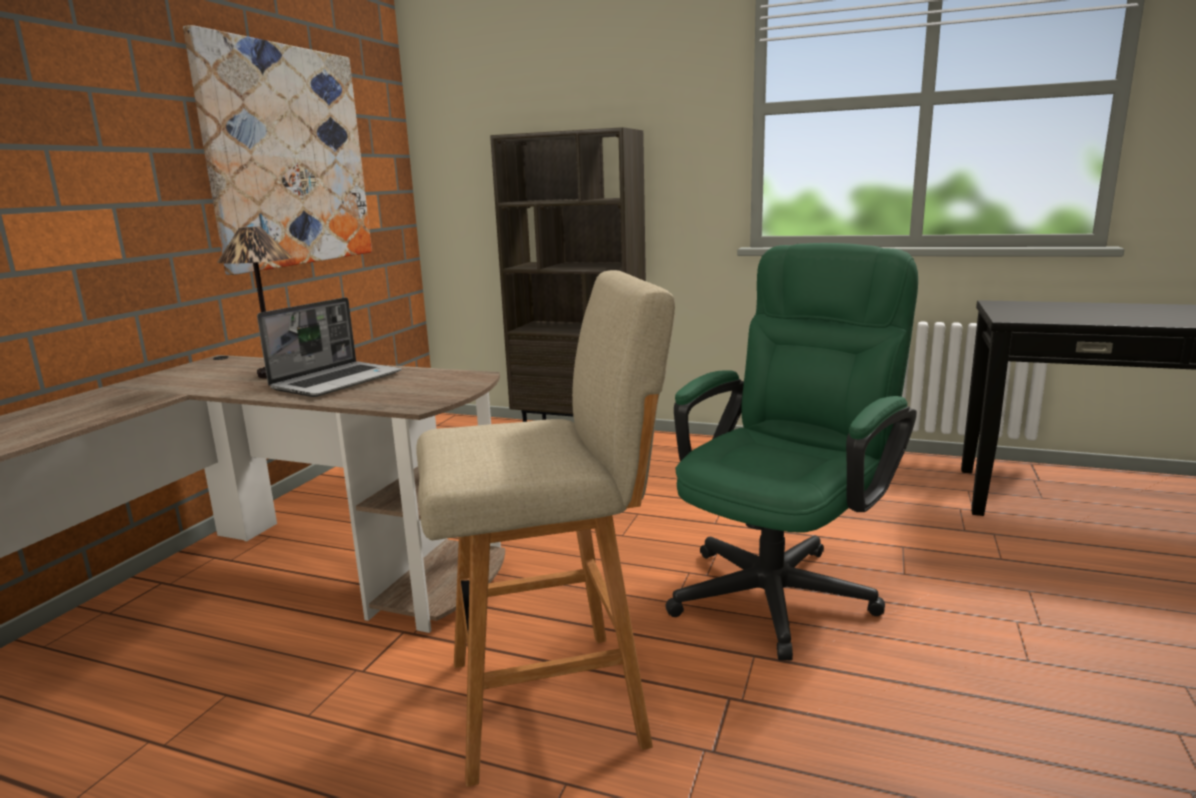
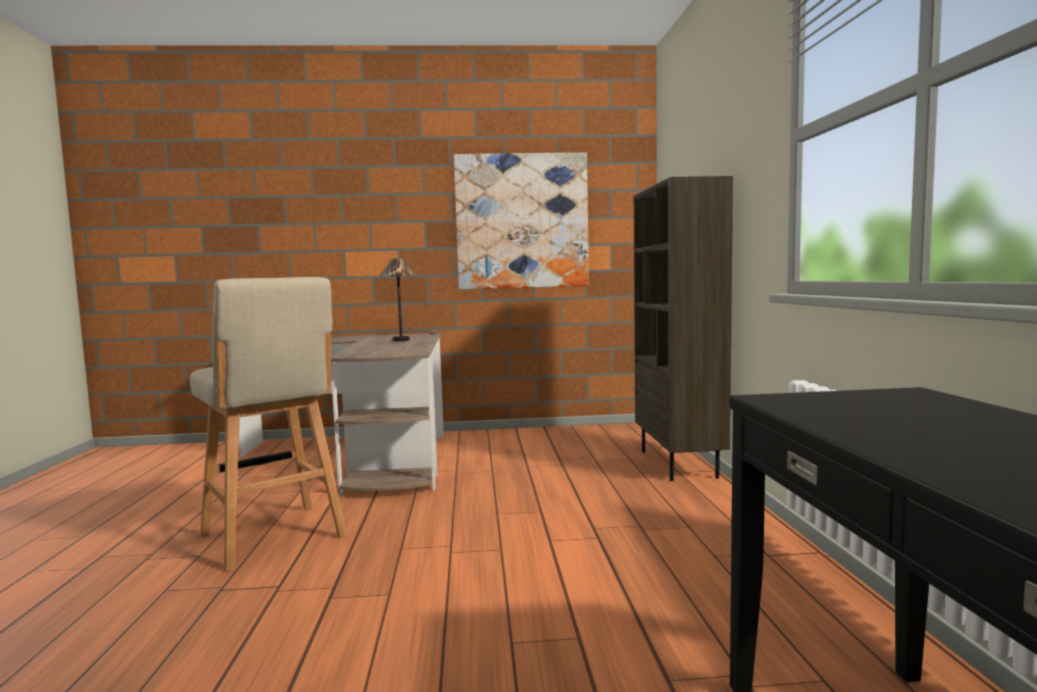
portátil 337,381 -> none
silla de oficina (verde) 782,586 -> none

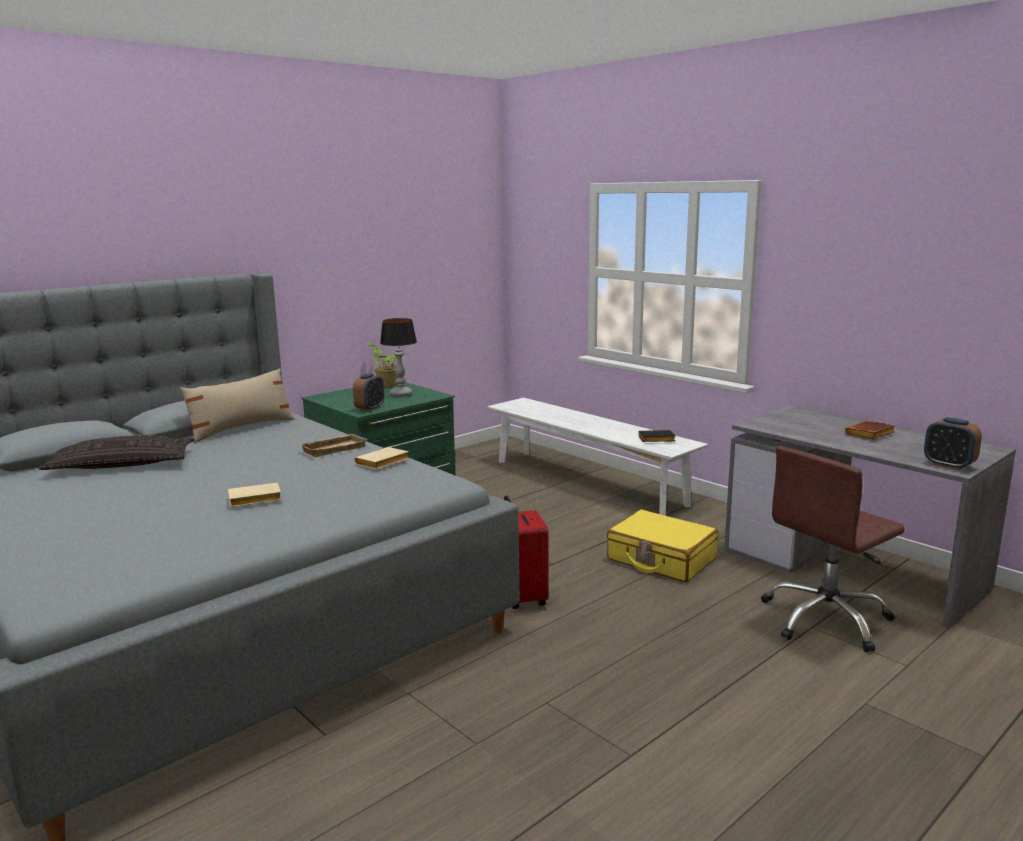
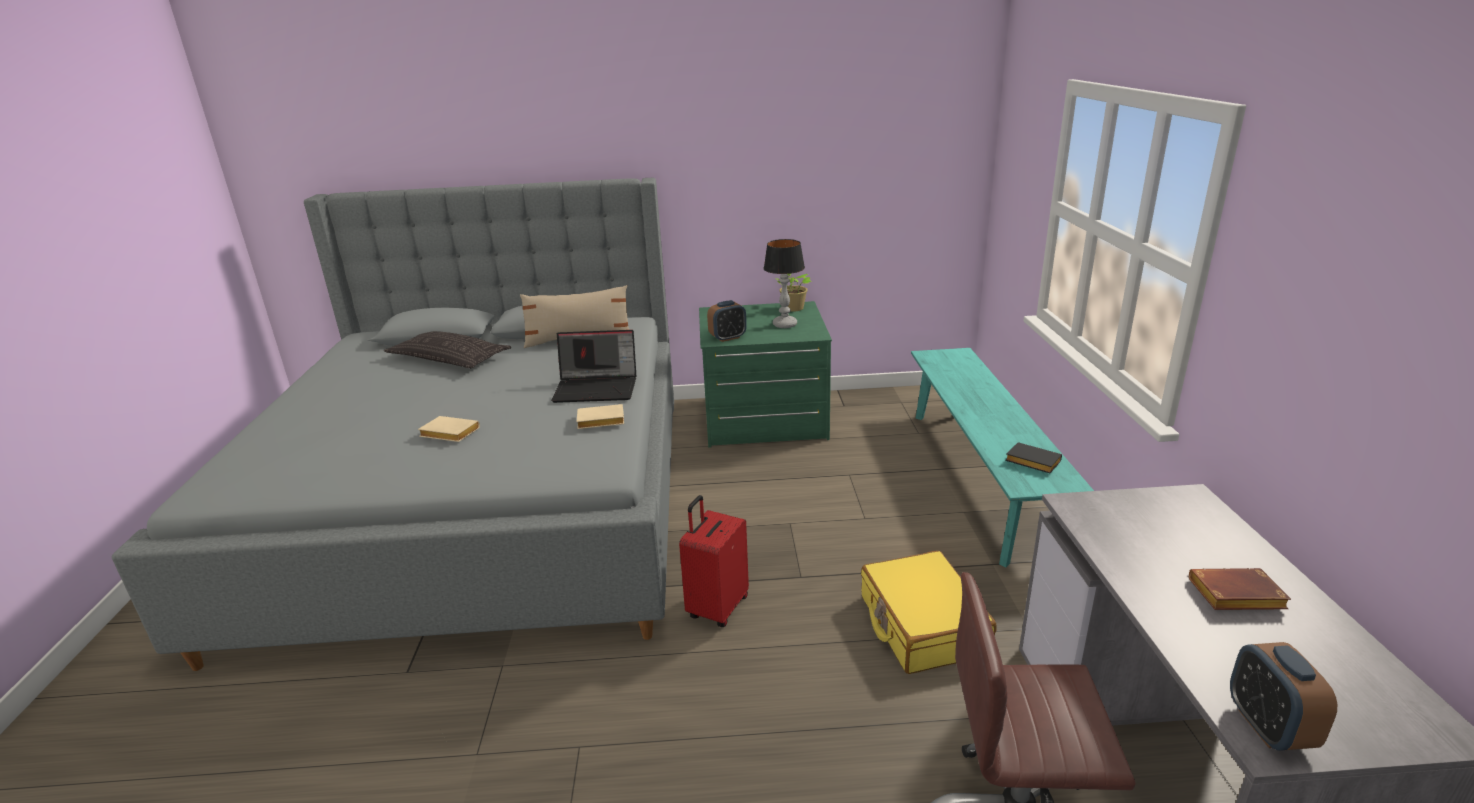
bandeja (beis) 333,448 -> portátil 597,388
banco (blanco) 587,482 -> banco (turquesa) 979,478

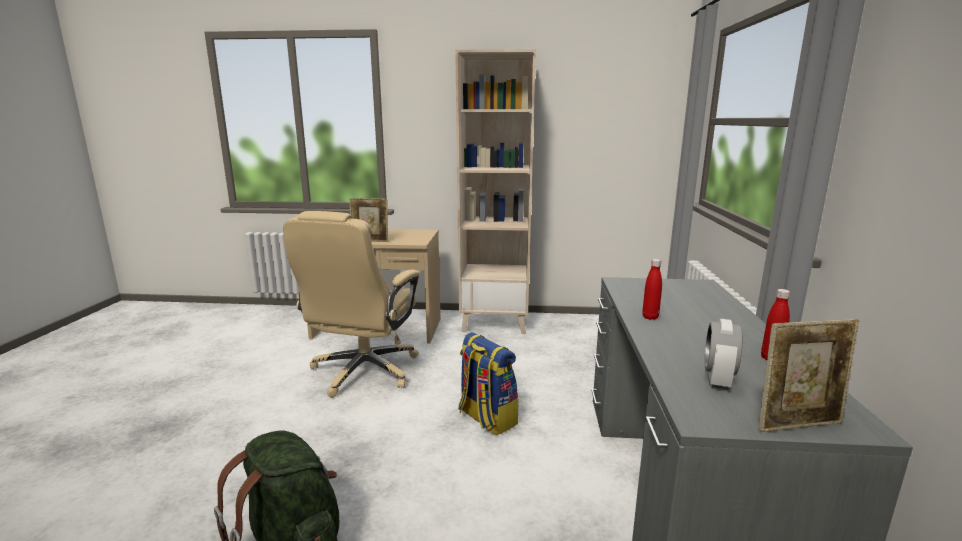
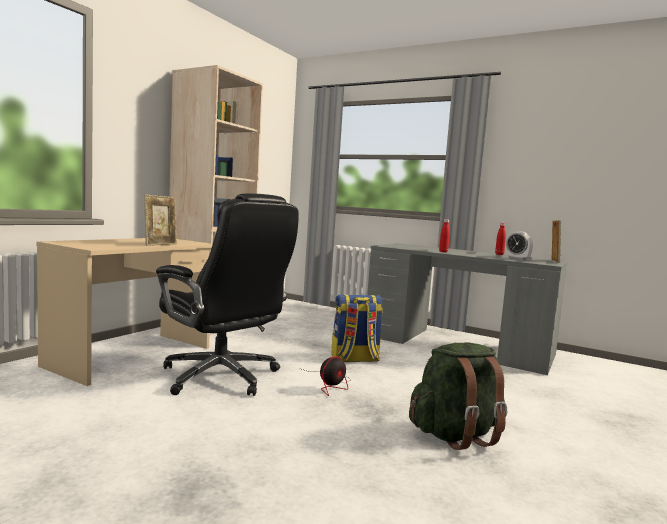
silla de oficina (beis) 363,371 -> silla de oficina (negro) 222,377
none -> ventilador 331,385

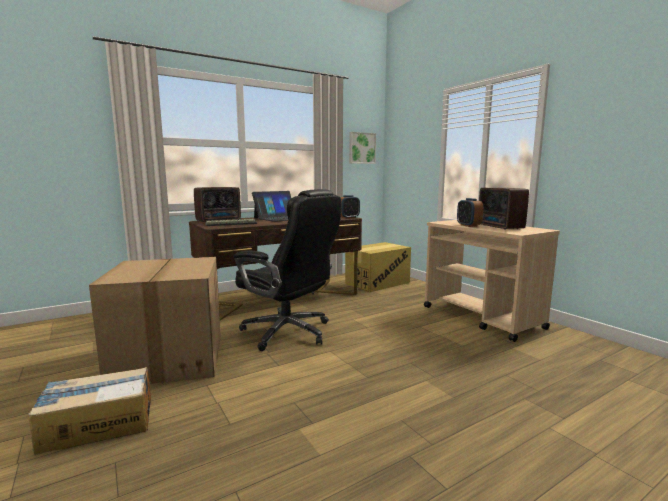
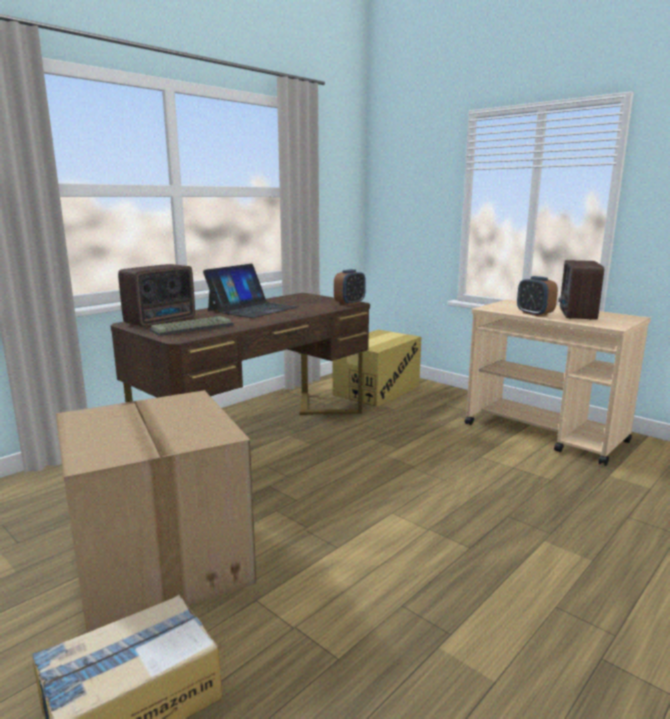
silla de oficina (negro) 288,332 -> none
cuadro 361,148 -> none
radio 500,227 -> radio 576,315, 45 degrees clockwise

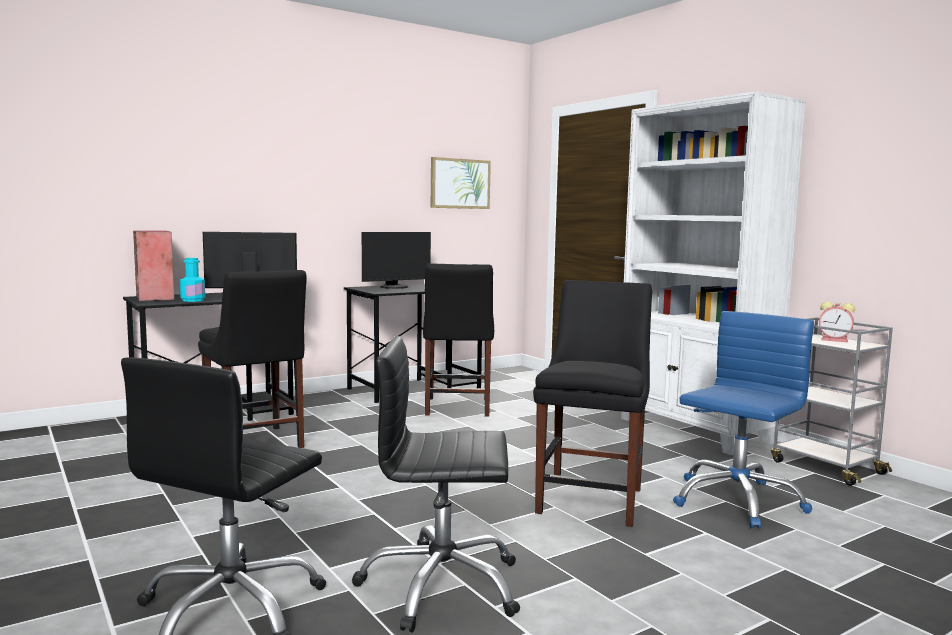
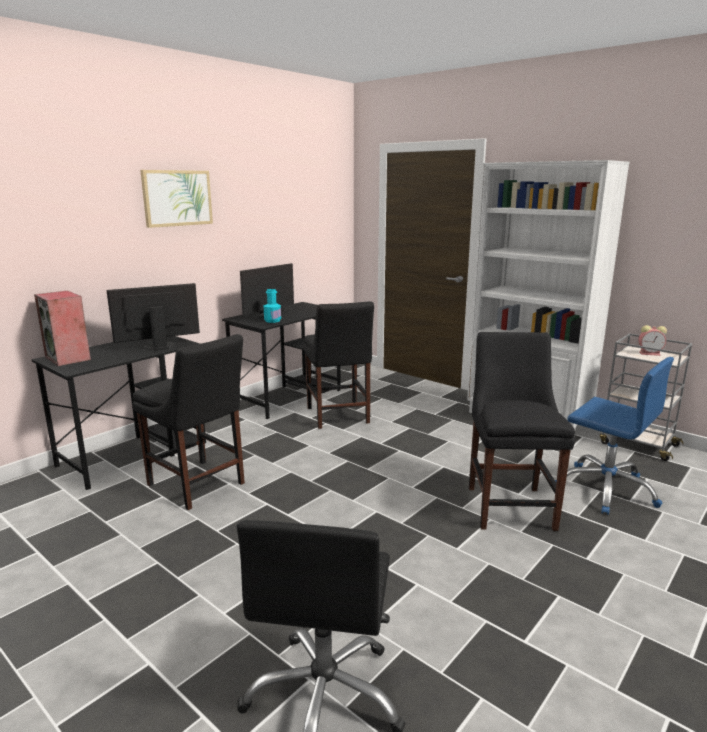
botella (turquesa) 193,300 -> botella (turquesa) 272,321, moved
silla de oficina (negro) 441,586 -> none
cuadro 460,183 -> cuadro 177,198, moved
silla de oficina (azul) 736,500 -> silla de oficina (azul) 606,489, 105 degrees clockwise

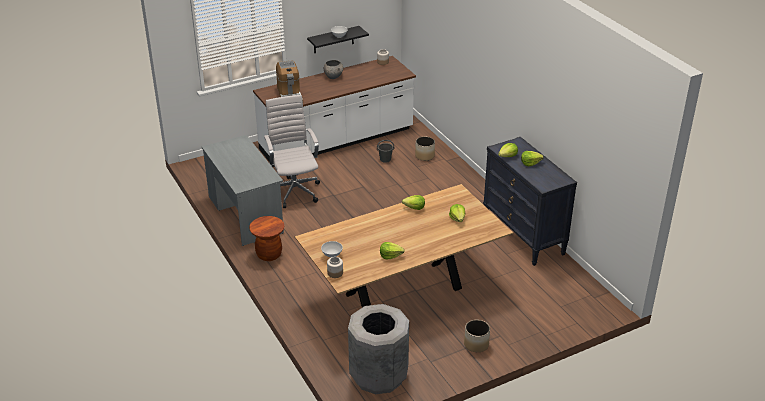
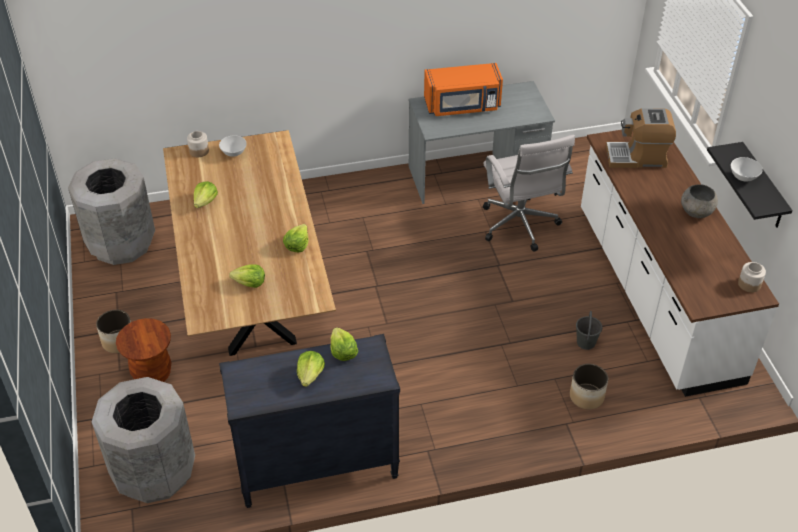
taburete (marrón) 269,254 -> taburete (marrón) 152,374, moved
silla de oficina (blanco) 294,191 -> silla de oficina (blanco) 520,227, 75 degrees clockwise
none -> papelera (gris) 154,472
none -> microondas (naranja) 462,106

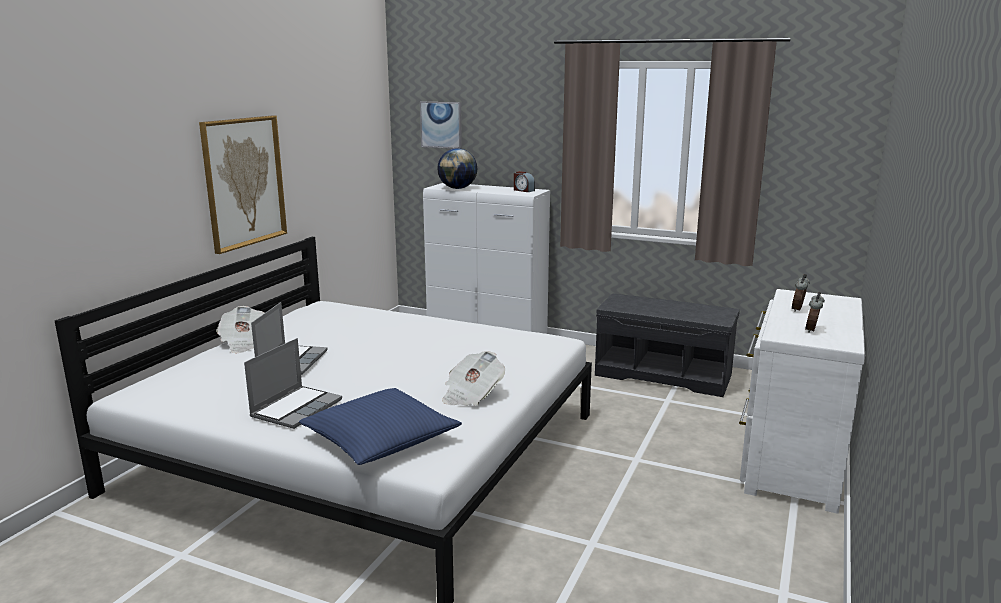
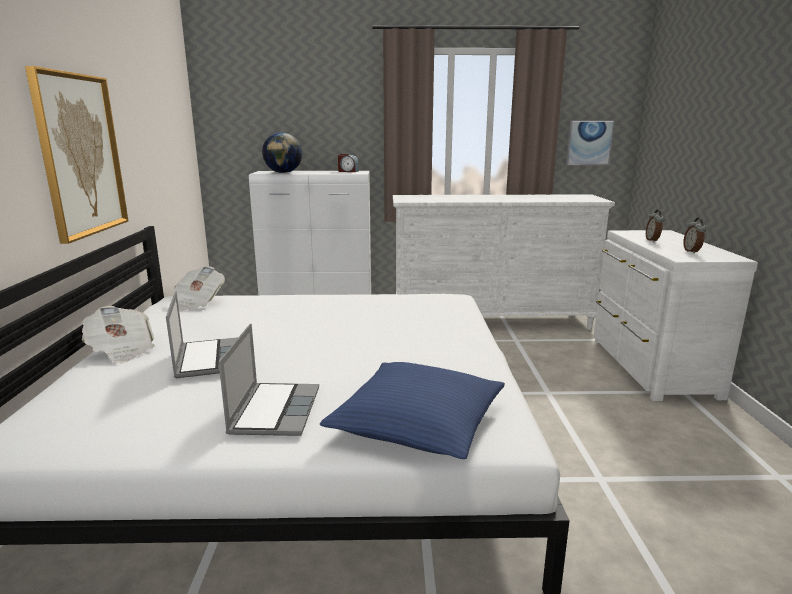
cuadro 441,125 -> cuadro 589,142, moved
periódico 471,395 -> periódico 197,302, moved
banco (gris) 664,375 -> cómoda (blanco) 491,321

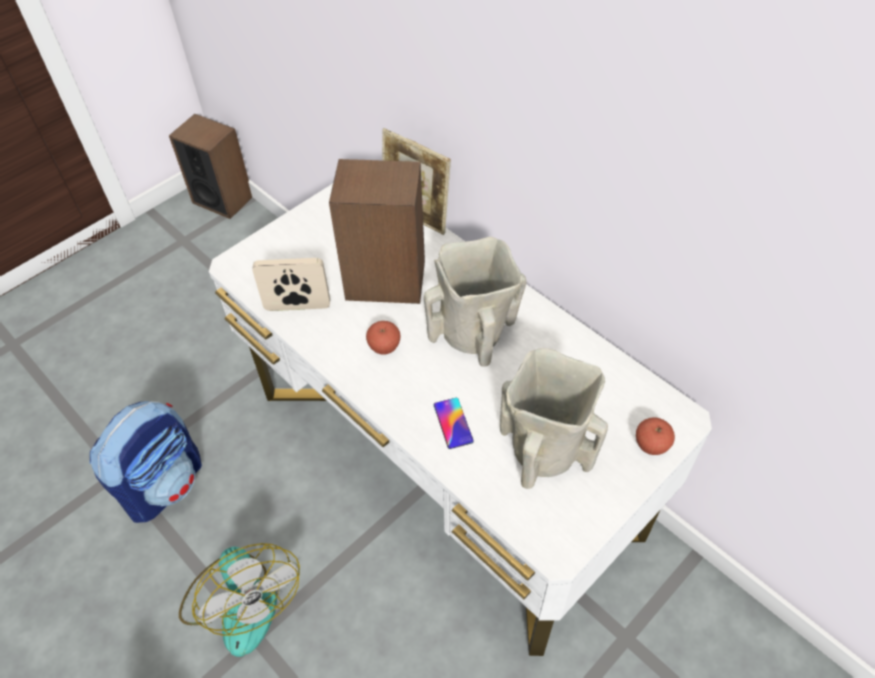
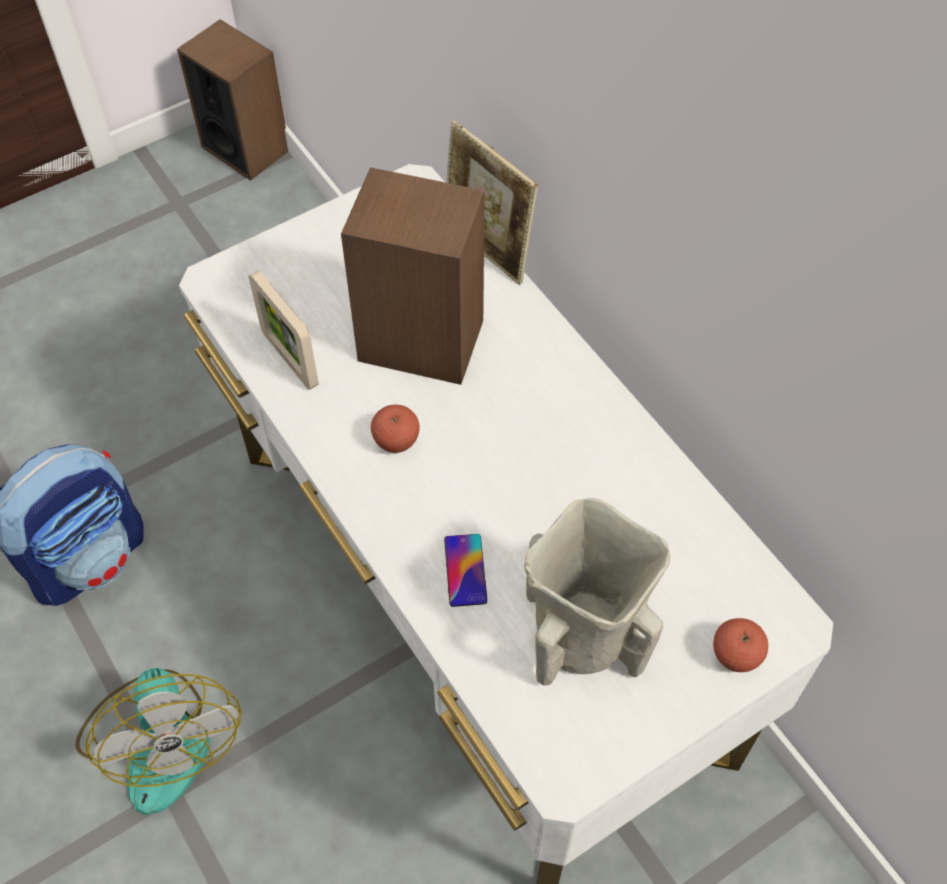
portarretratos 297,307 -> portarretratos 290,359, 135 degrees counterclockwise
florero (beis) 475,333 -> none

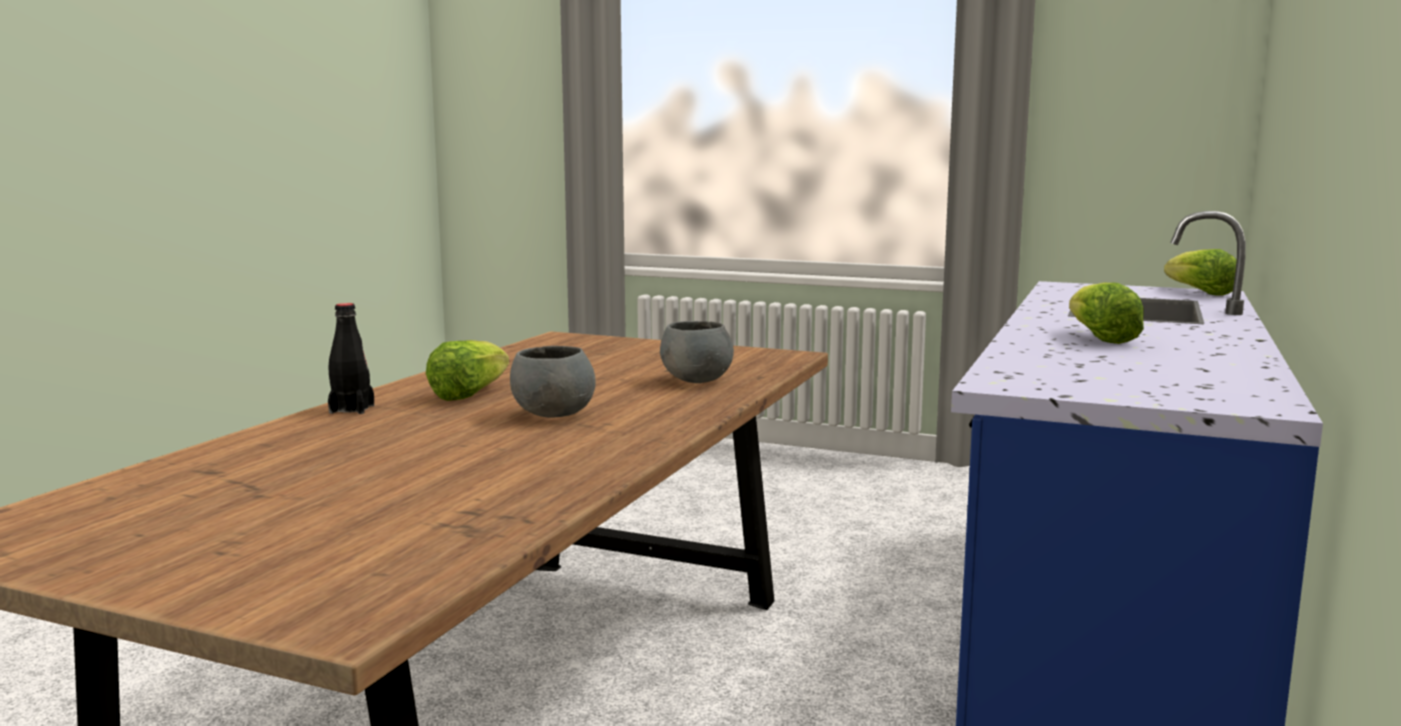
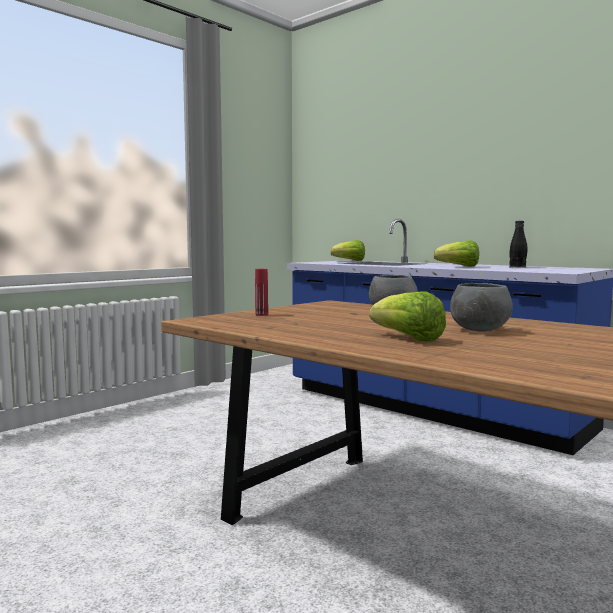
botella (negro) 352,409 -> botella (negro) 517,267, moved
none -> botella (rojo) 261,314

